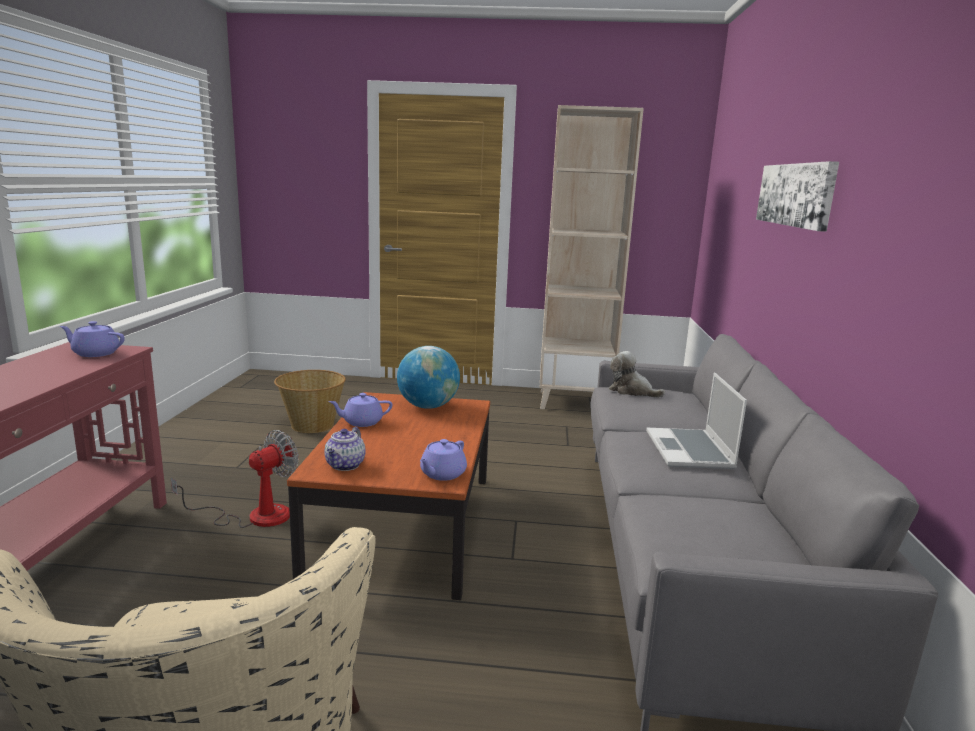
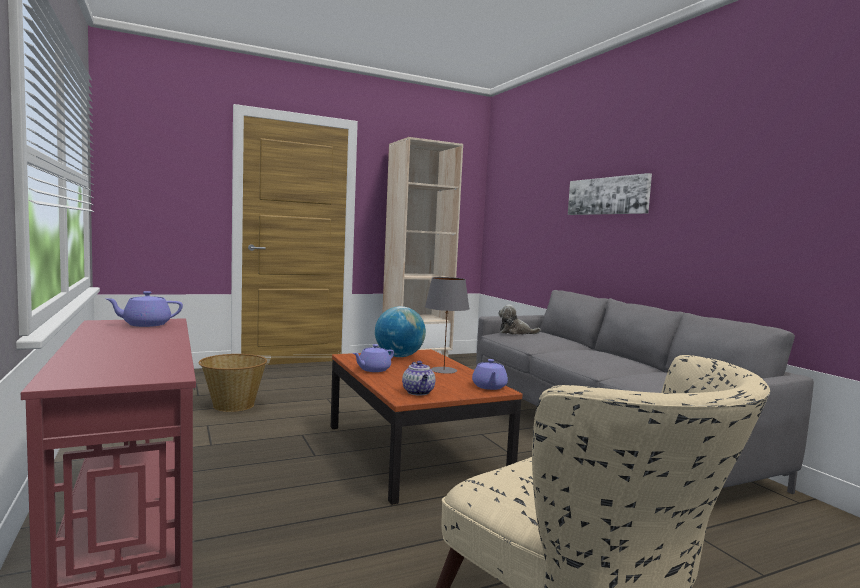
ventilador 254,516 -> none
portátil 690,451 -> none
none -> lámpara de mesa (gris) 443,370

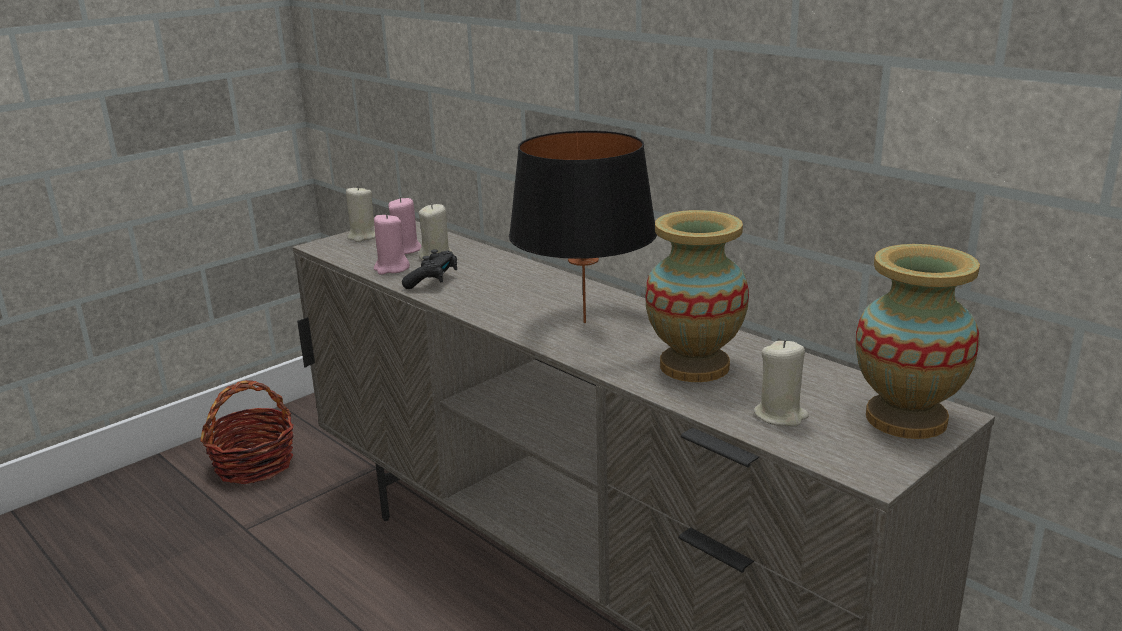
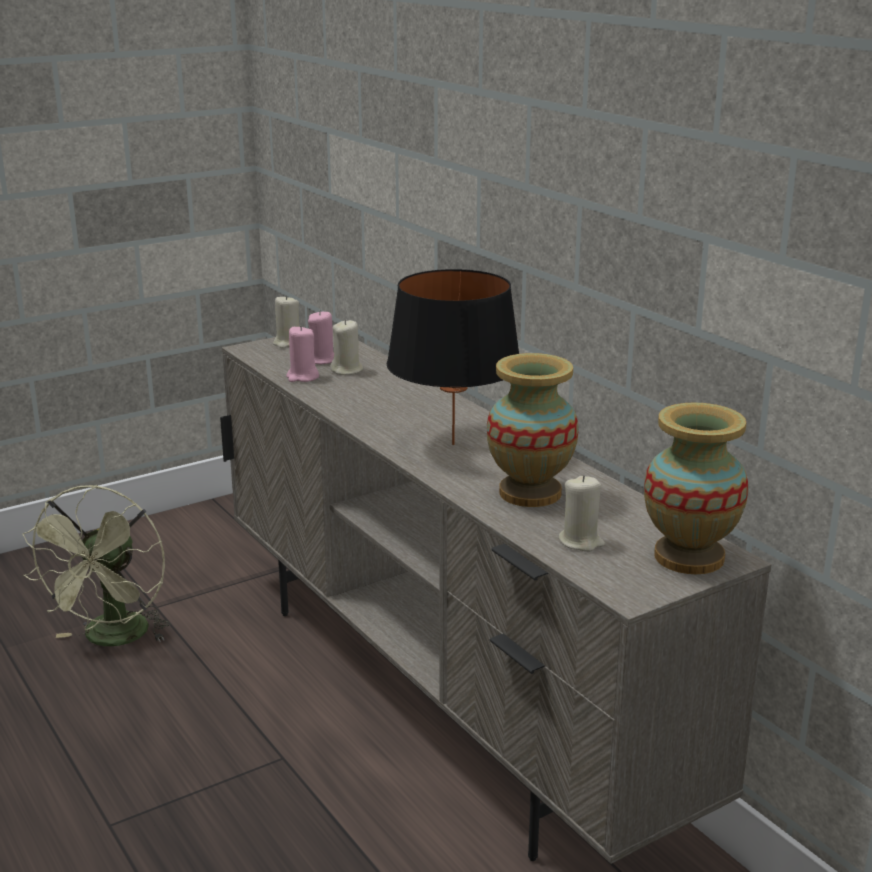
cesta 254,464 -> none
mando de consola (negro) 432,281 -> none
none -> ventilador (verde) 113,639

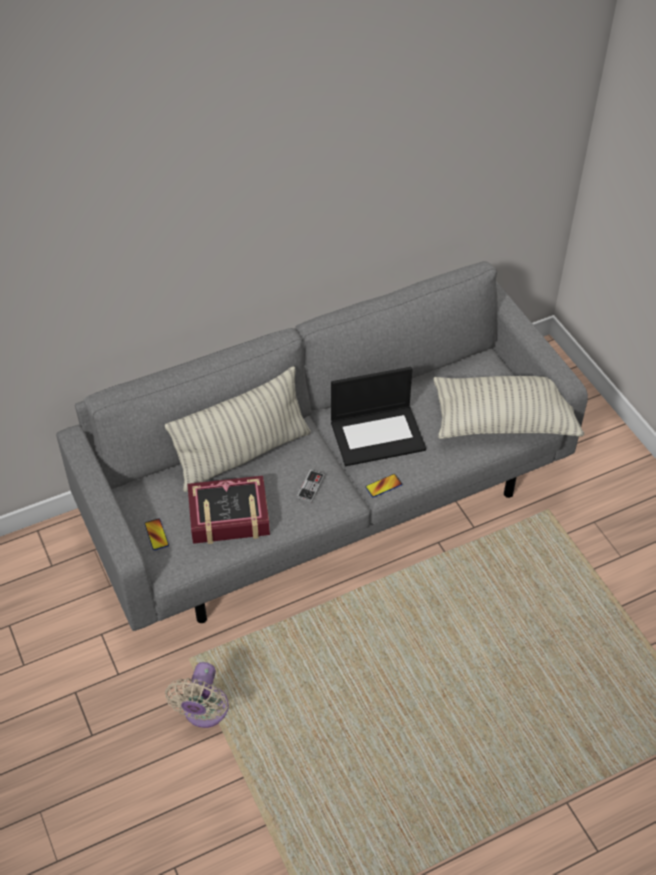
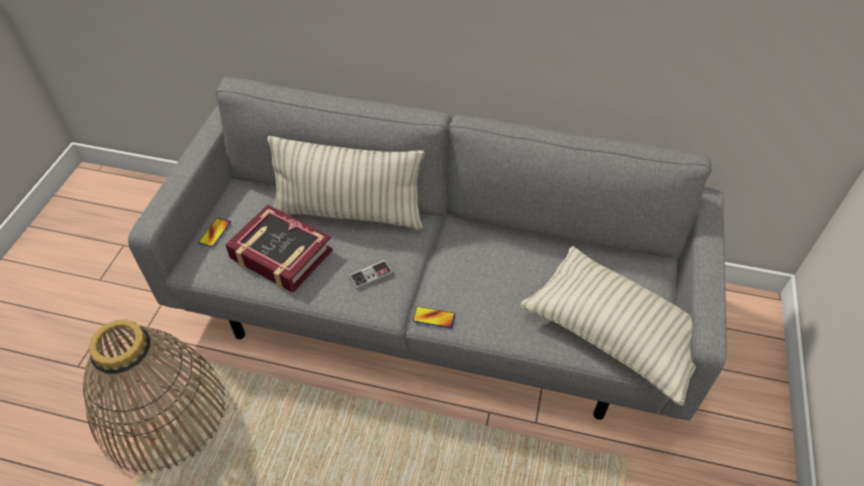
ventilador (beis) 204,712 -> cesta 162,412
portátil 378,434 -> none

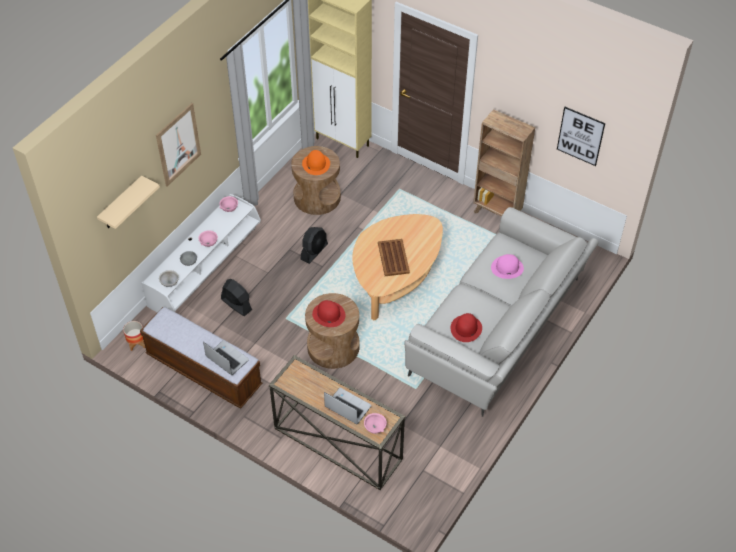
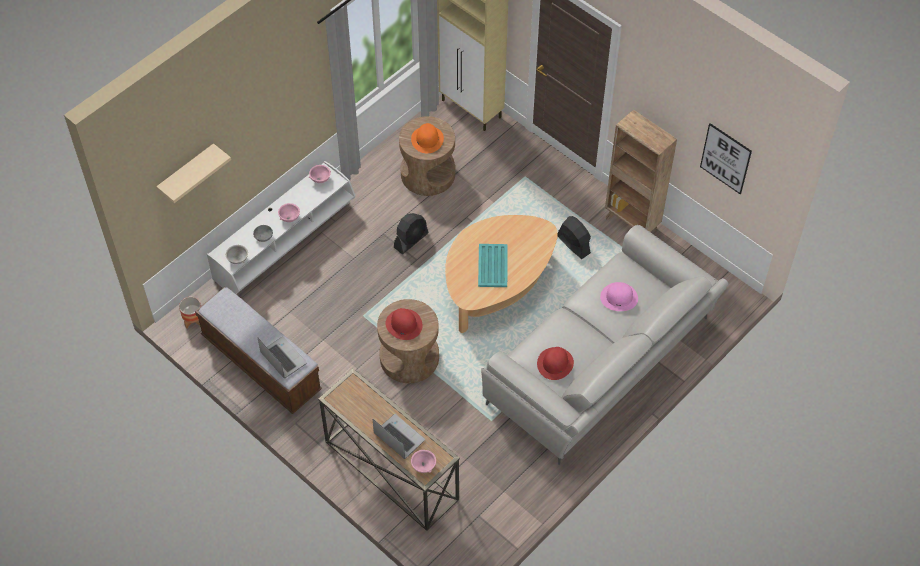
cuadro 178,144 -> none
ventilador (negro) 236,304 -> ventilador (negro) 573,244, moved
bandeja (marrón) 393,258 -> bandeja (turquesa) 492,266

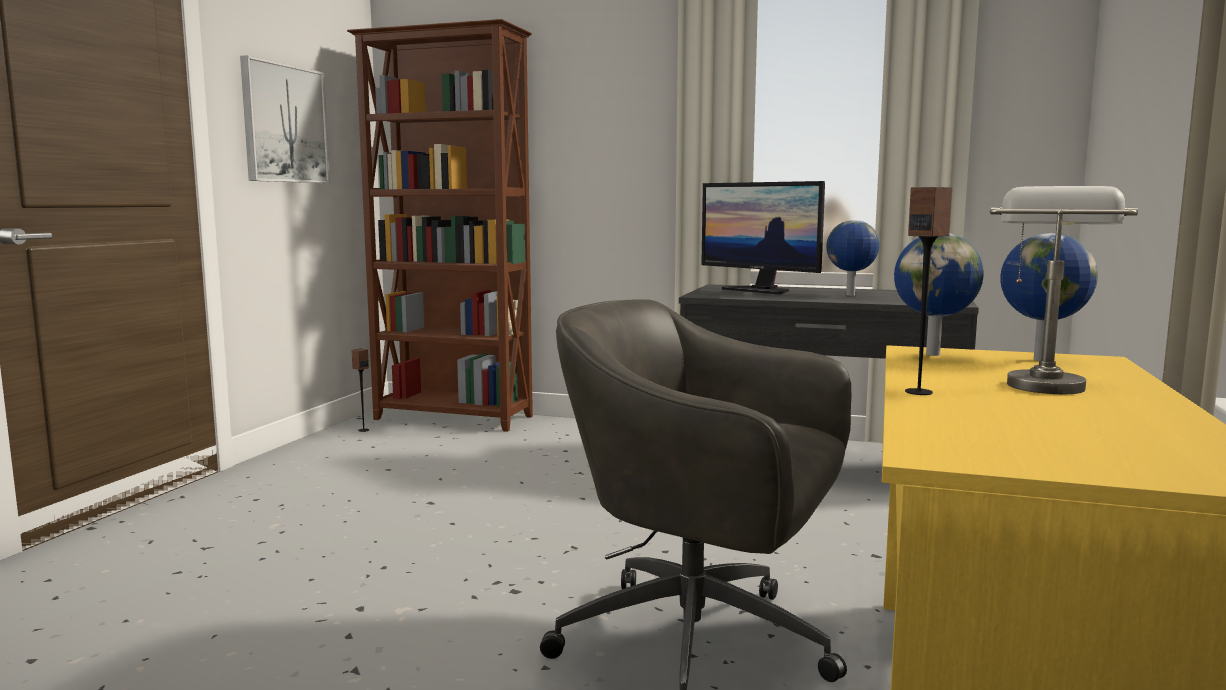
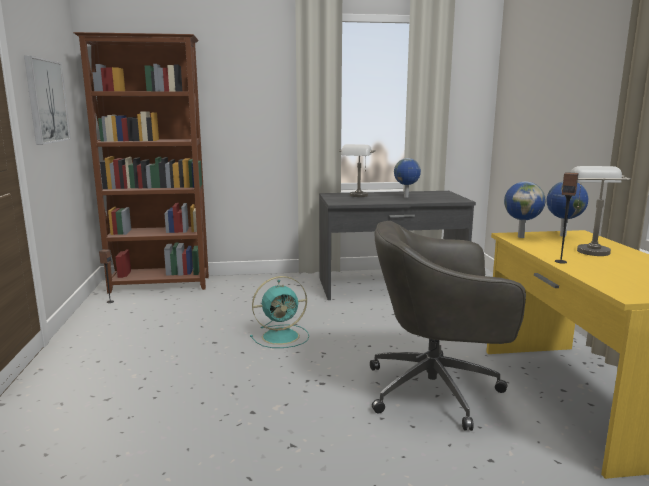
monitor 760,290 -> lámpara de mesa (gris) 357,196
none -> ventilador (turquesa) 282,336

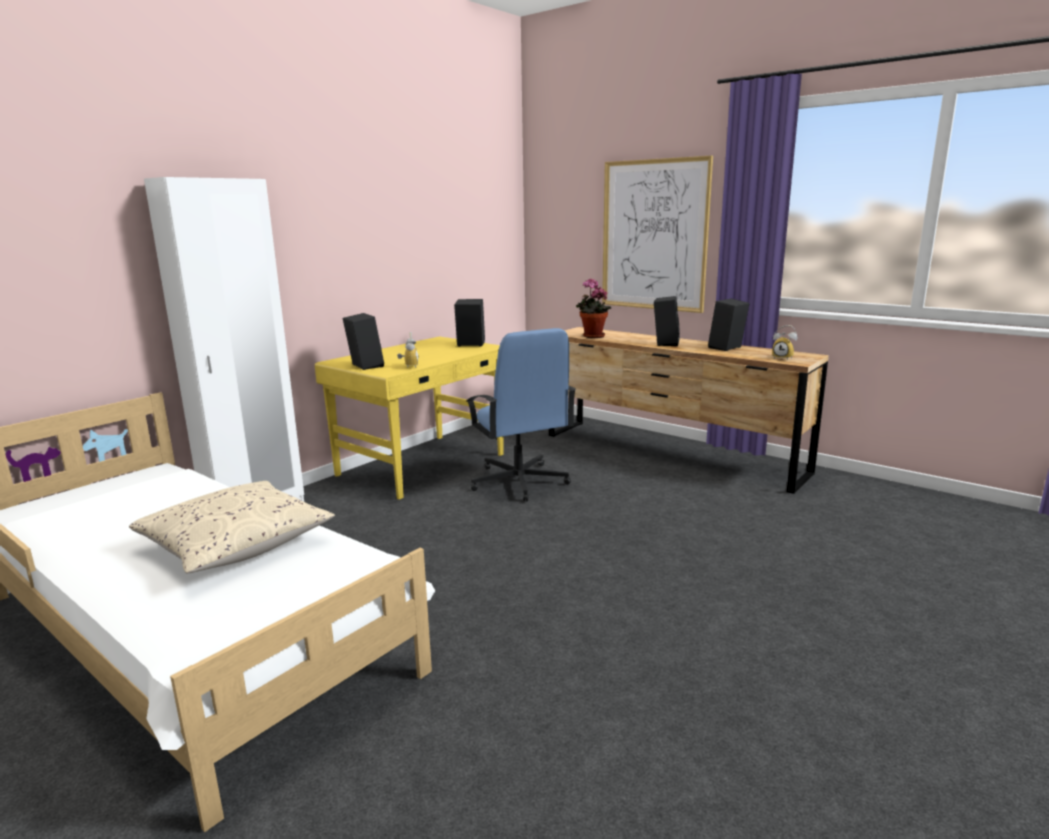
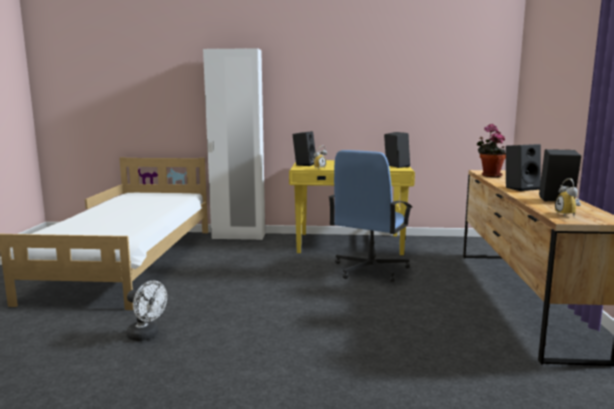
cojín (beis) 236,544 -> none
cuadro 654,235 -> none
none -> ventilador (blanco) 146,335

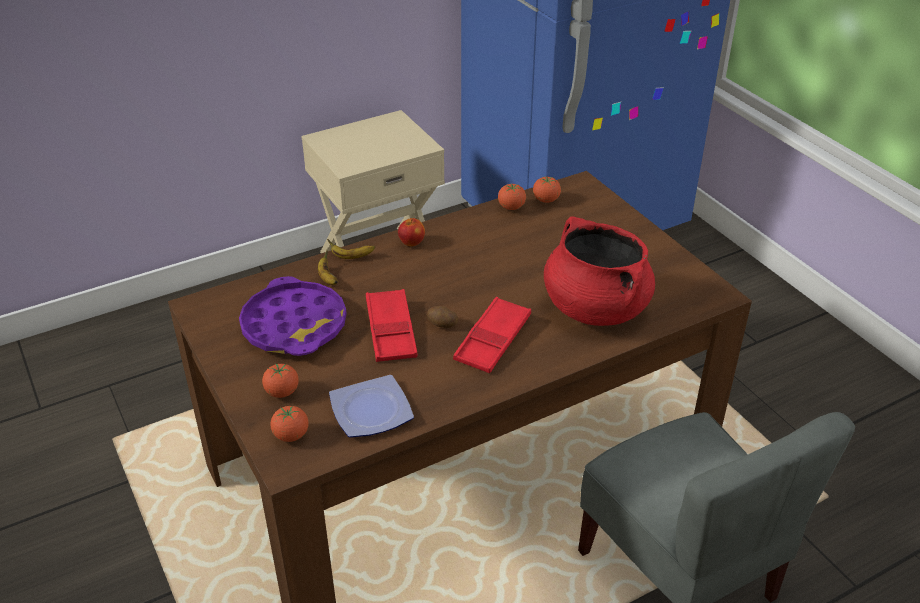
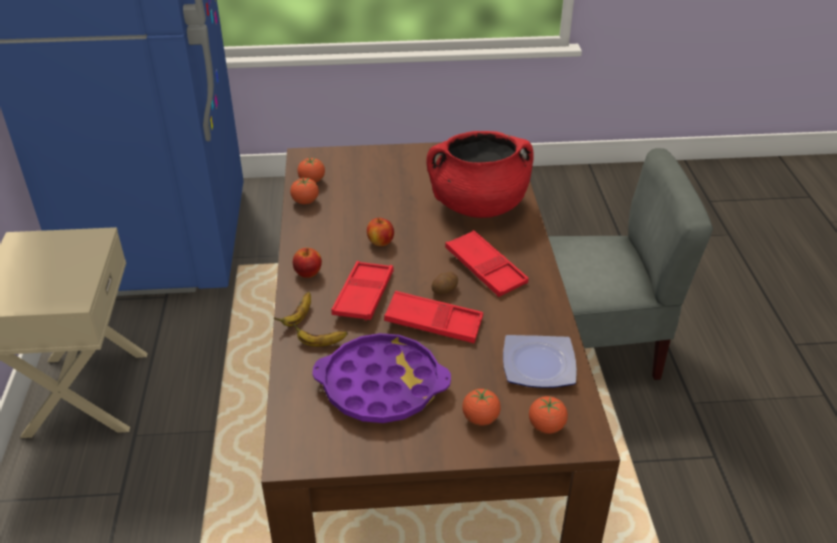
none -> bandeja (rojo) 363,295
none -> manzana 380,242

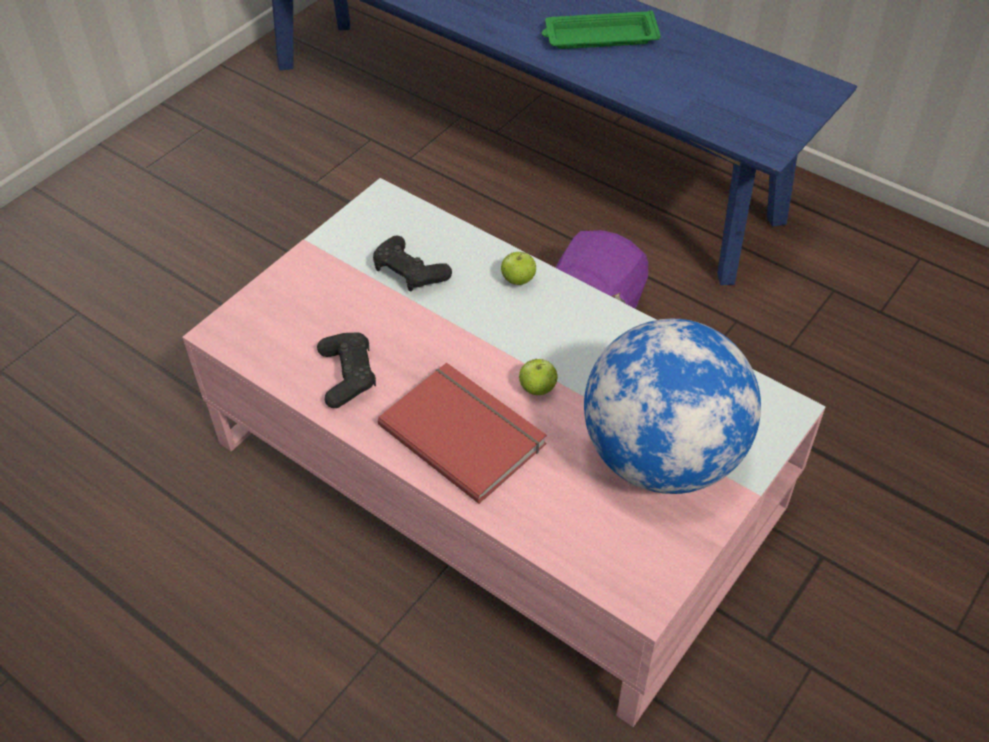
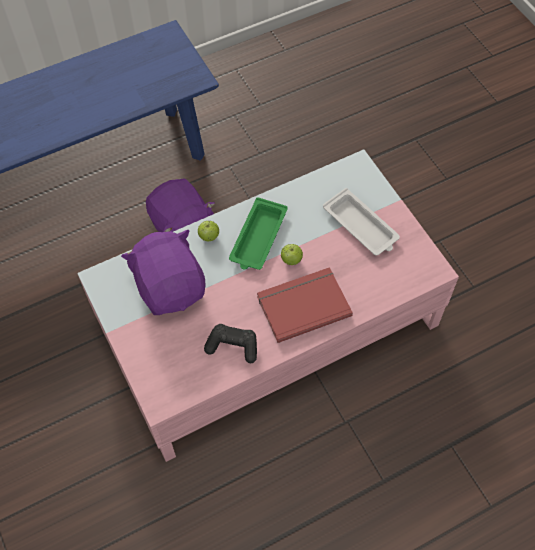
mando de consola (negro) 410,272 -> peluche (morado) 170,287
bandeja (verde) 599,37 -> bandeja (verde) 258,238, moved
globo terráqueo 662,457 -> bandeja (blanco) 361,226

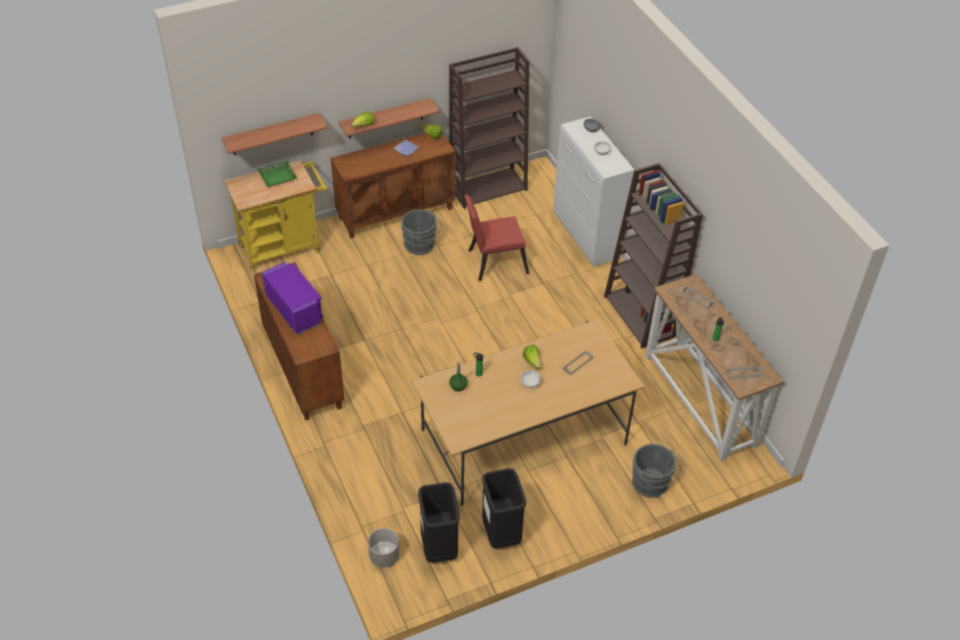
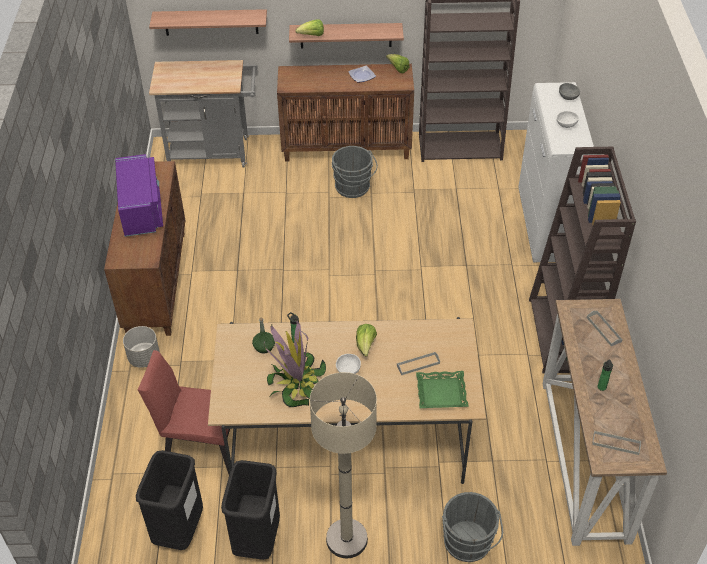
carrito (amarillo) 284,247 -> carrito (gris) 214,152
bandeja (verde) 277,176 -> bandeja (verde) 441,393, moved
maceta (gris) 384,556 -> maceta (gris) 144,358, moved
silla (rojo) 493,262 -> silla (rojo) 200,444, moved
none -> planta en maceta 297,384
none -> lámpara de pie (beis) 346,539

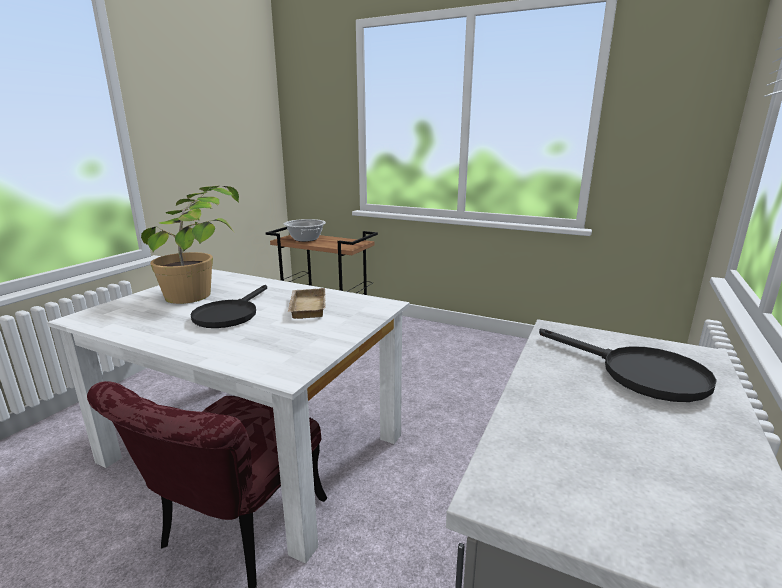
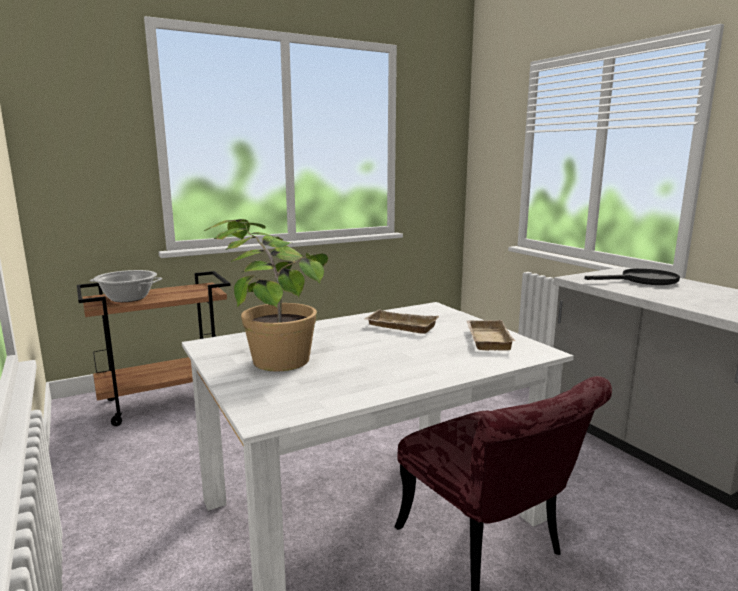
sartén (negro) 230,314 -> none
none -> bandeja (beis) 486,339

